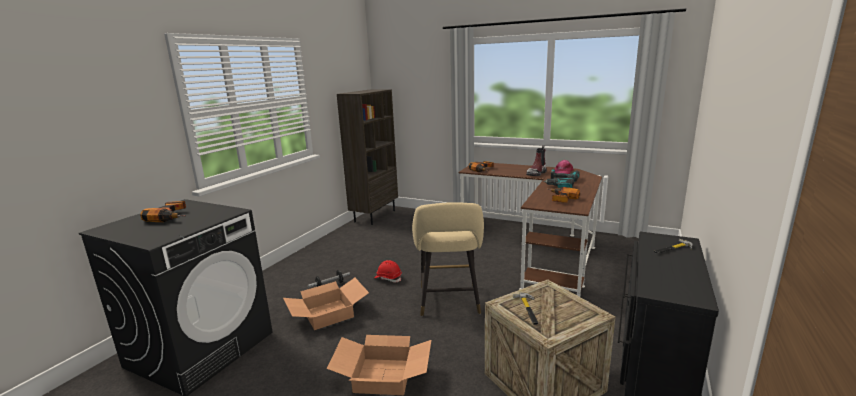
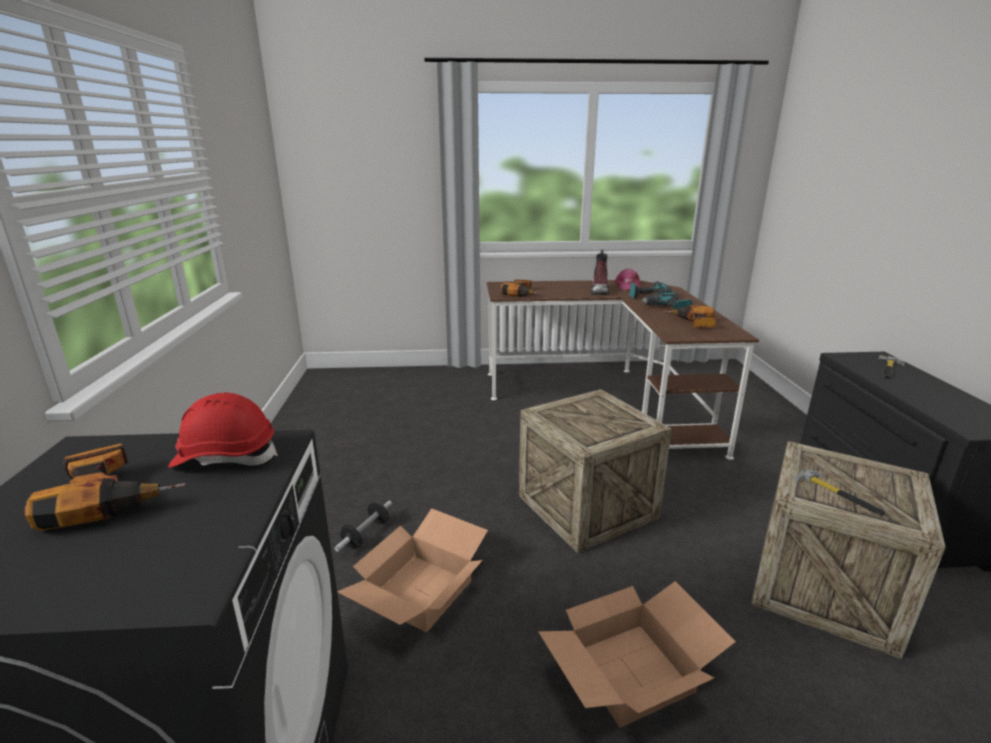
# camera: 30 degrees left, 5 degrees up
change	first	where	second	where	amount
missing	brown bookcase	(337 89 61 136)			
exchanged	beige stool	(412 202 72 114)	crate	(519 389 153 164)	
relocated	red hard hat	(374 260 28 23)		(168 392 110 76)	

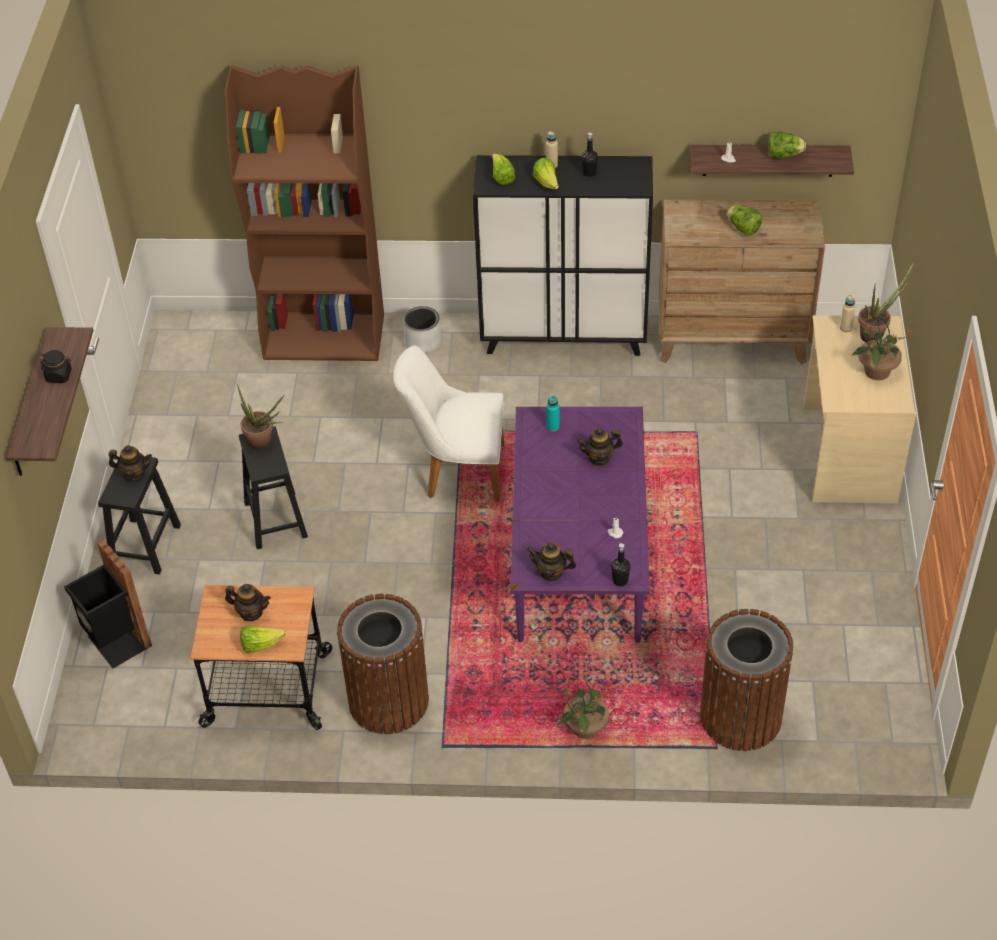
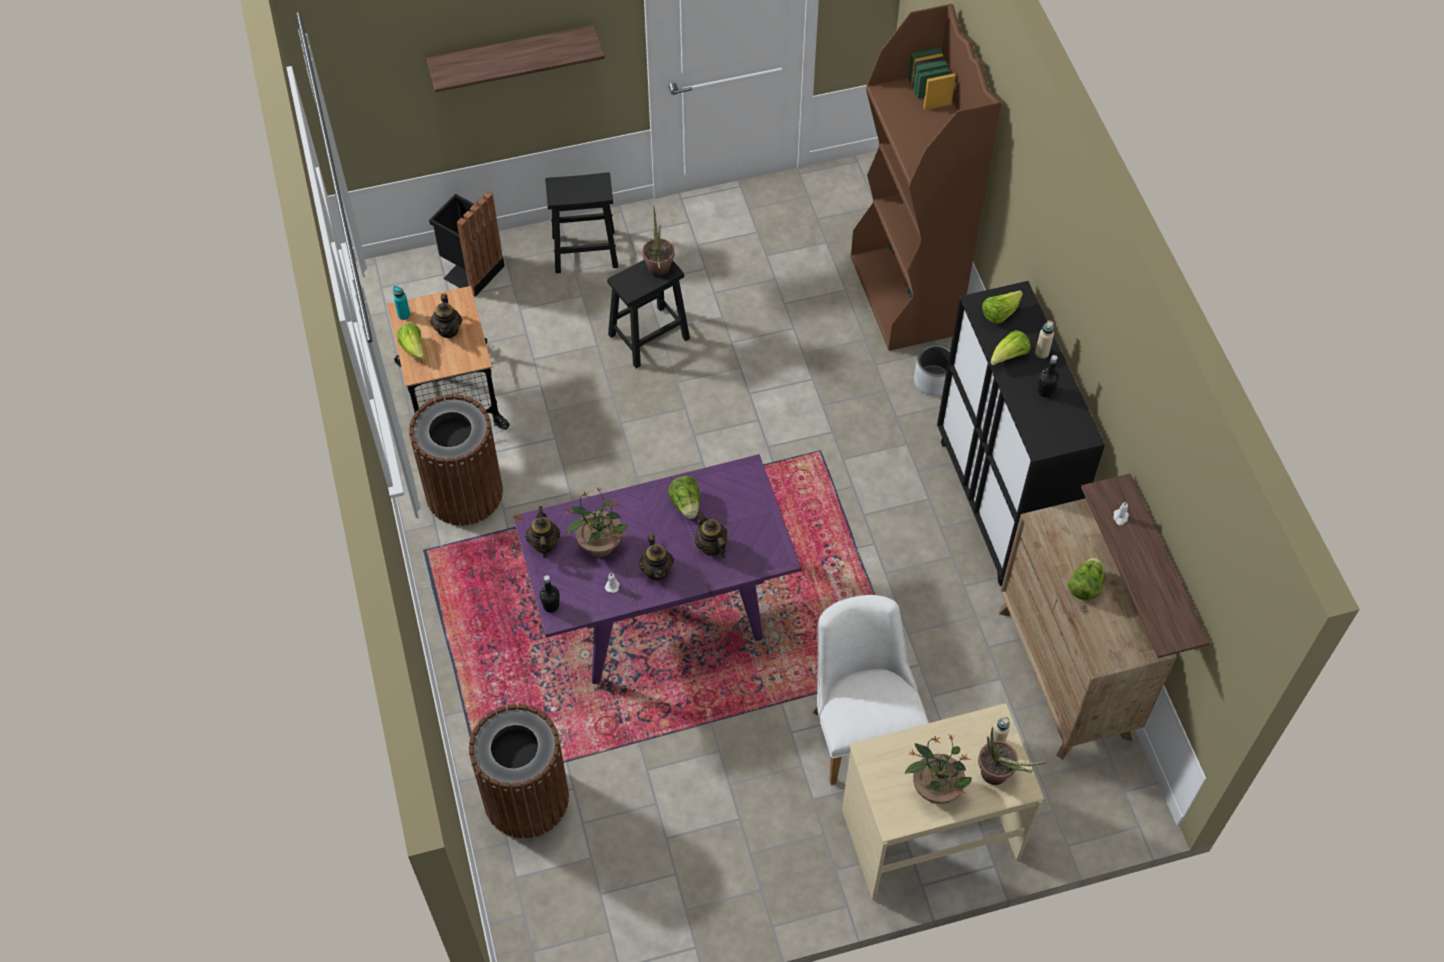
# camera: 70 degrees right, 10 degrees up
change	first	where	second	where	amount
relocated	lettuce	(768 132 38 27)		(668 476 32 43)	
relocated	white chair	(393 346 111 156)		(813 595 116 190)	
missing	black jar	(40 350 32 33)			
relocated	turquoise bottle	(547 396 13 35)		(393 286 17 34)	
relocated	teapot	(109 445 43 37)		(639 534 35 47)	
relocated	potted plant	(558 672 57 67)		(564 487 64 70)	

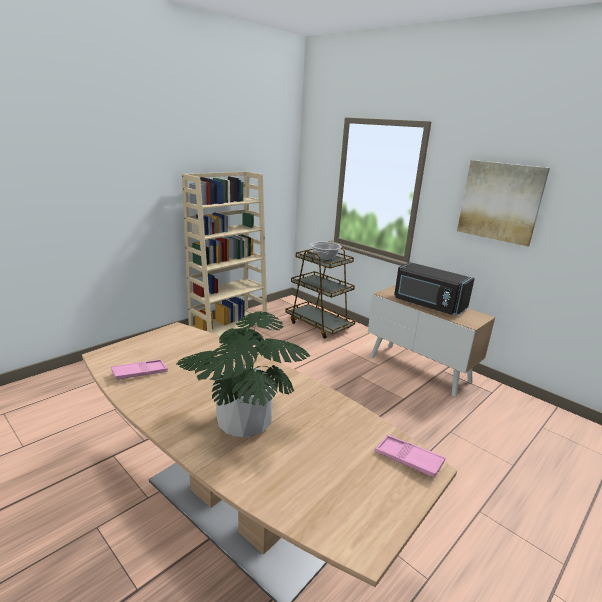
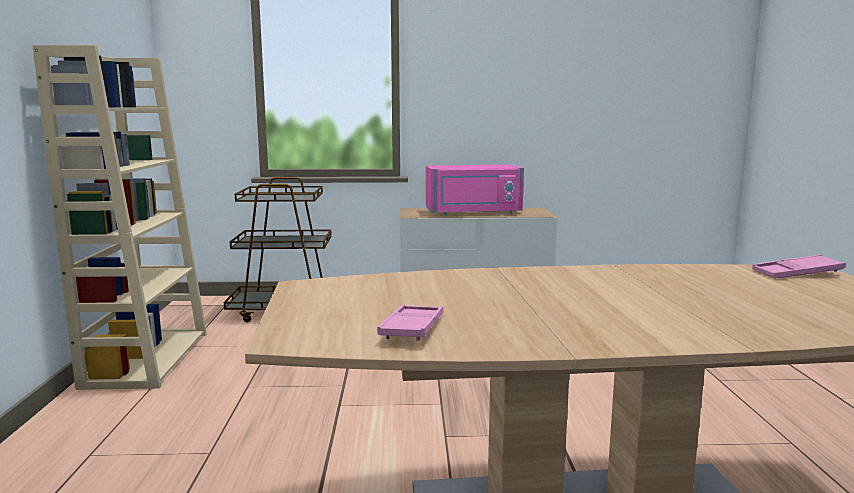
# camera: 45 degrees left, 10 degrees down
change	first	where	second	where	amount
missing	picture	(457 160 93 86)			
missing	cooking pot	(310 242 32 18)			
colour	black microwave	(394 262 81 53)	pink microwave	(426 165 98 50)	
missing	potted plant	(176 311 134 126)			

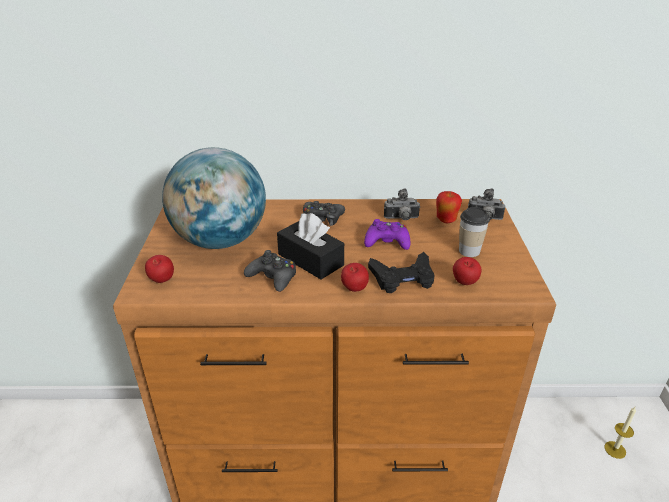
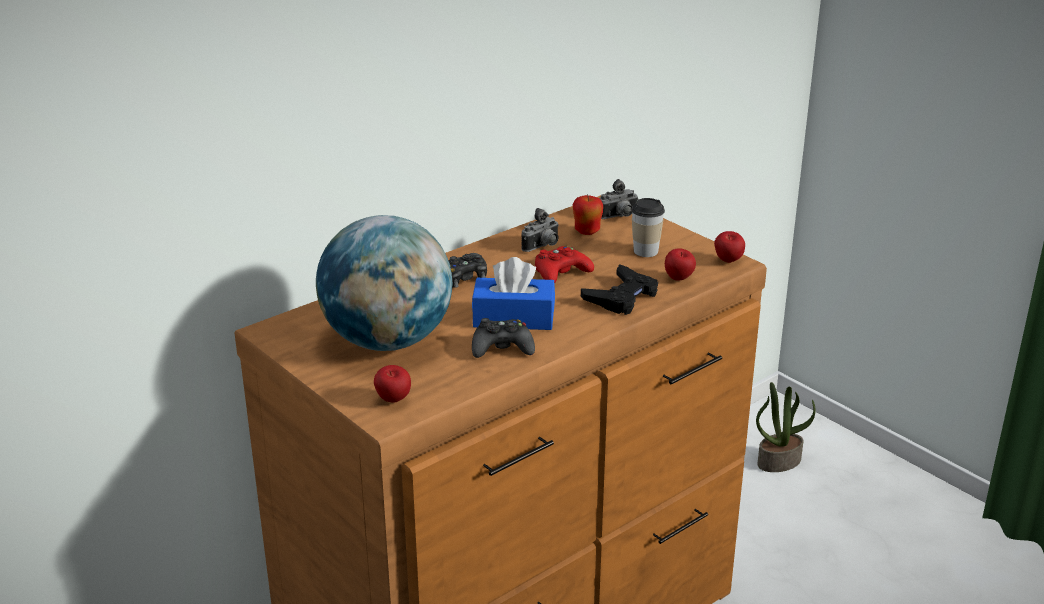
# camera: 40 degrees left, 5 degrees down
change	first	where	second	where	amount
colour	black tissue box	(277 213 67 66)	blue tissue box	(472 257 83 73)	
colour	purple game controller	(364 219 46 31)	red game controller	(535 245 59 38)	
relocated	apple	(341 263 28 29)		(714 231 31 32)	
exchanged	candle	(604 407 32 52)	potted plant	(756 382 59 90)	

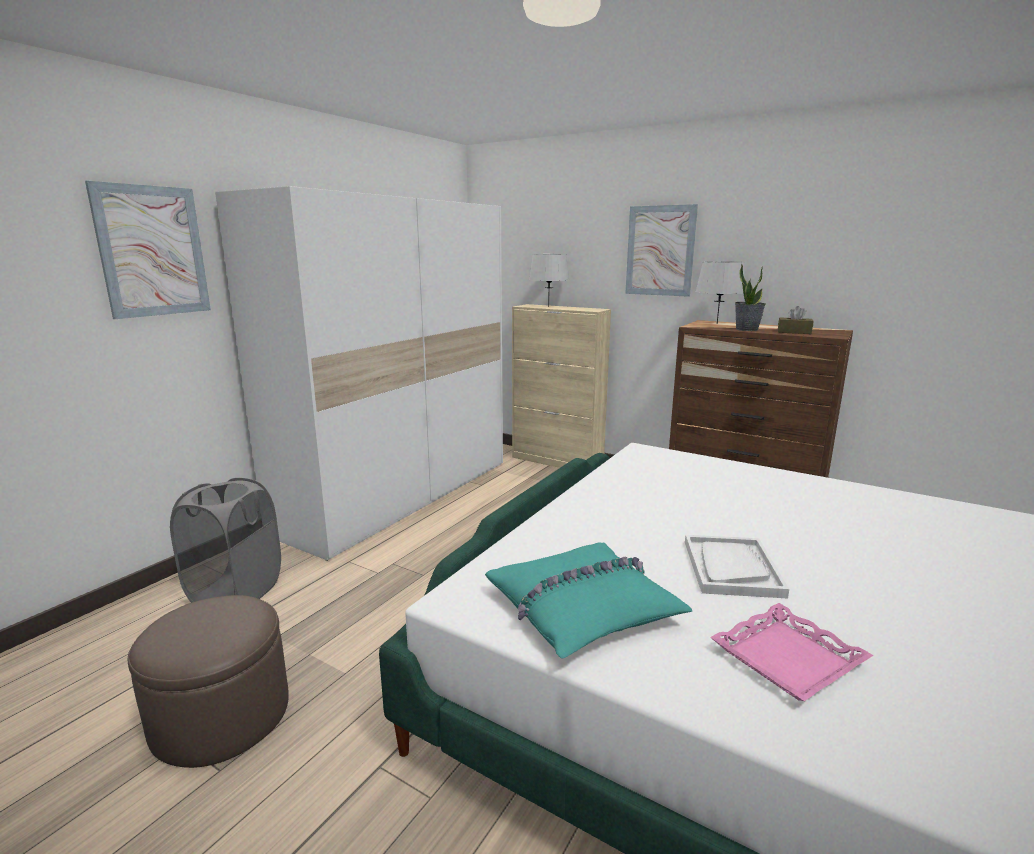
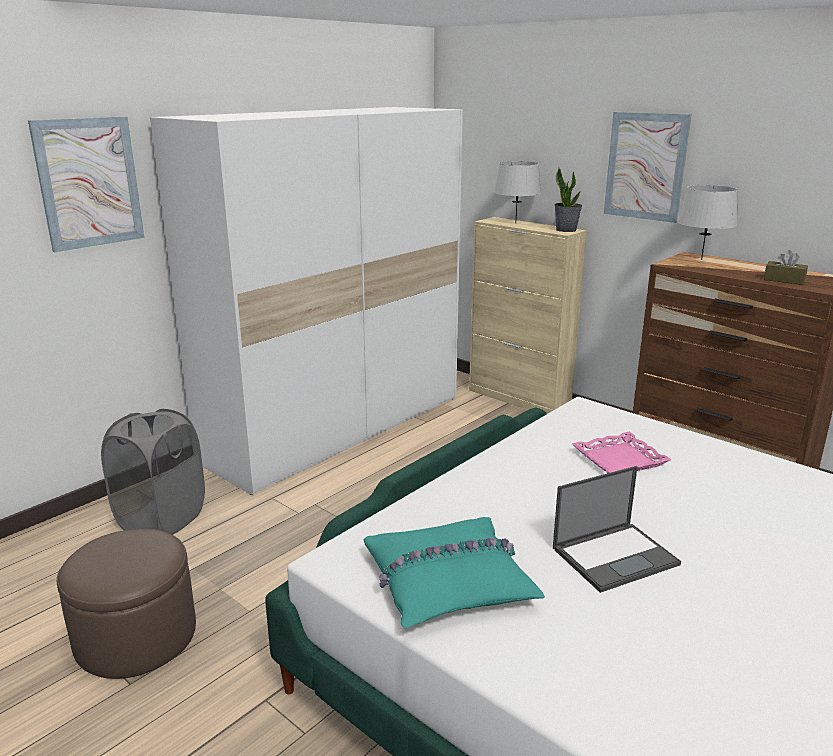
# camera: 10 degrees right, 5 degrees up
change	first	where	second	where	amount
relocated	potted plant	(735 264 31 67)		(554 167 28 65)	
exchanged	white tray	(685 535 104 64)	laptop	(553 466 128 127)	
relocated	pink tray	(710 603 163 98)		(572 432 99 41)	

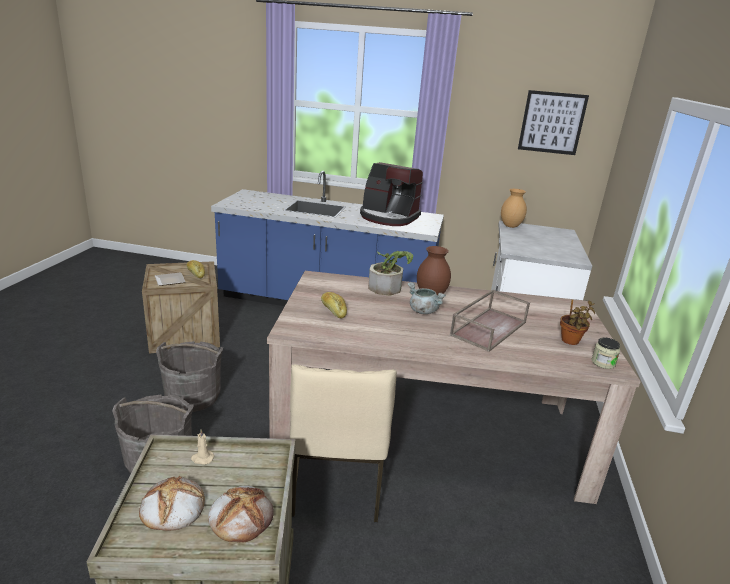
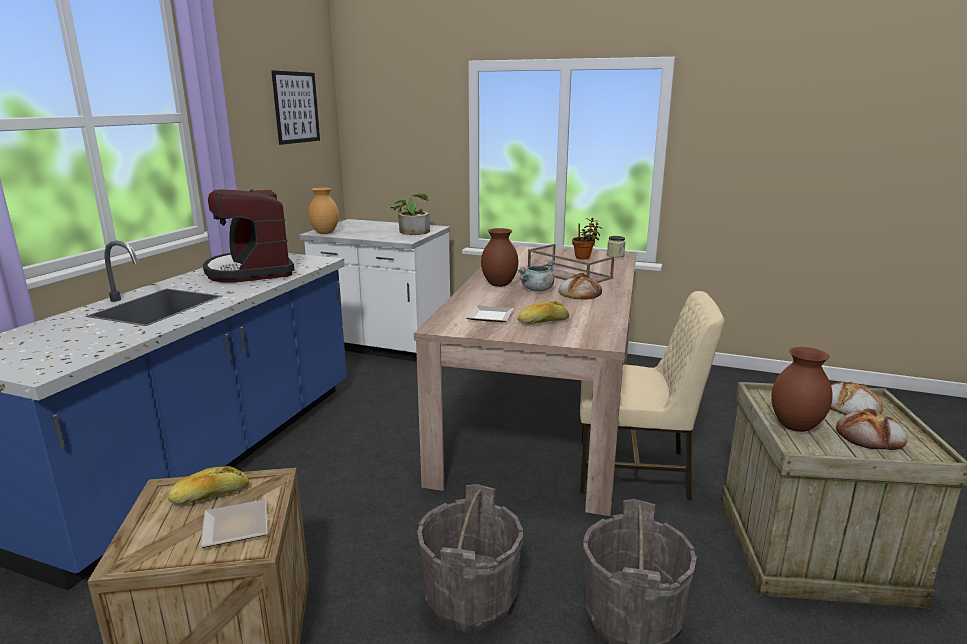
# camera: 80 degrees left, 5 degrees down
change	first	where	second	where	amount
spun	coffee machine	(360 162 63 64)		(203 189 91 94)	120 degrees clockwise
relocated	potted plant	(368 251 45 44)		(390 194 40 41)	
exchanged	beige candle	(191 429 23 36)	brown vase	(771 347 61 85)	
appeared			bread	(559 273 43 26)	
appeared			plate	(467 306 46 16)	

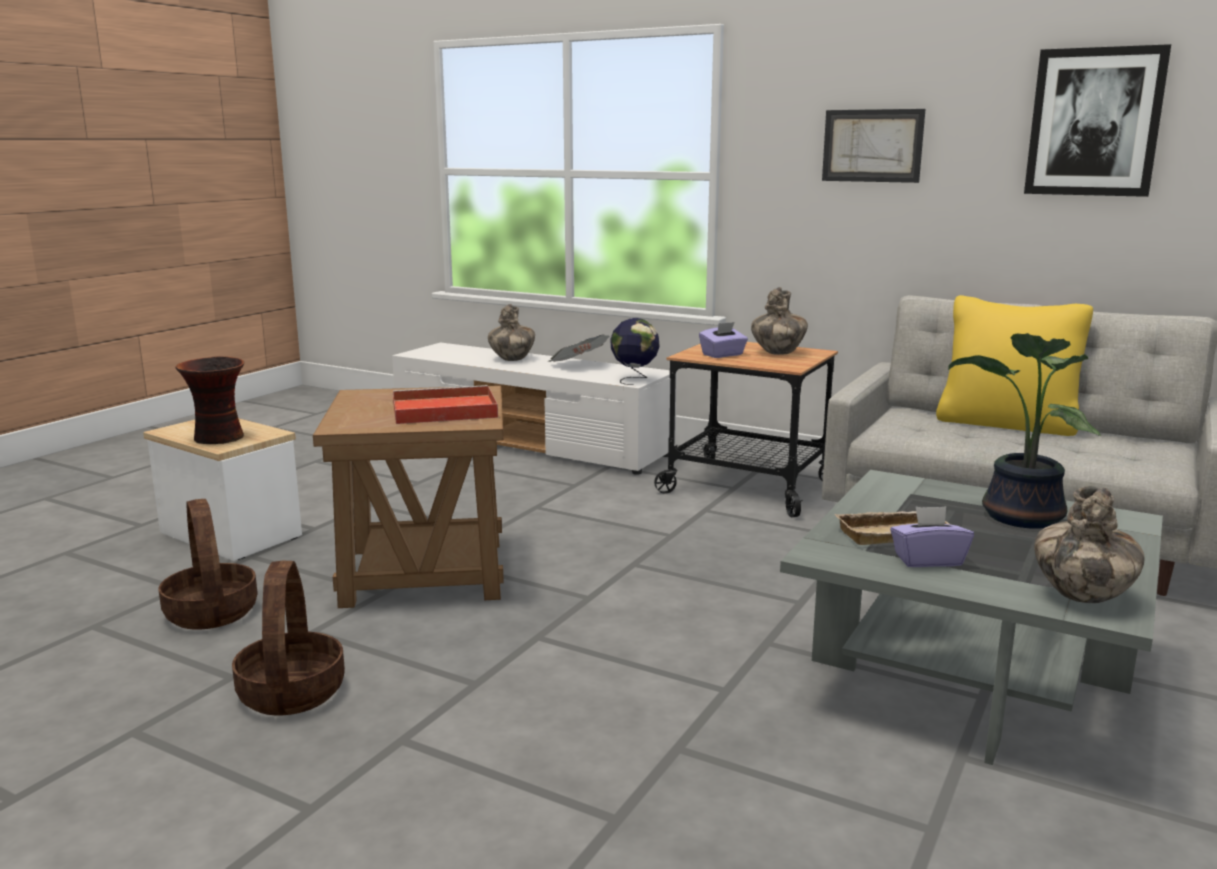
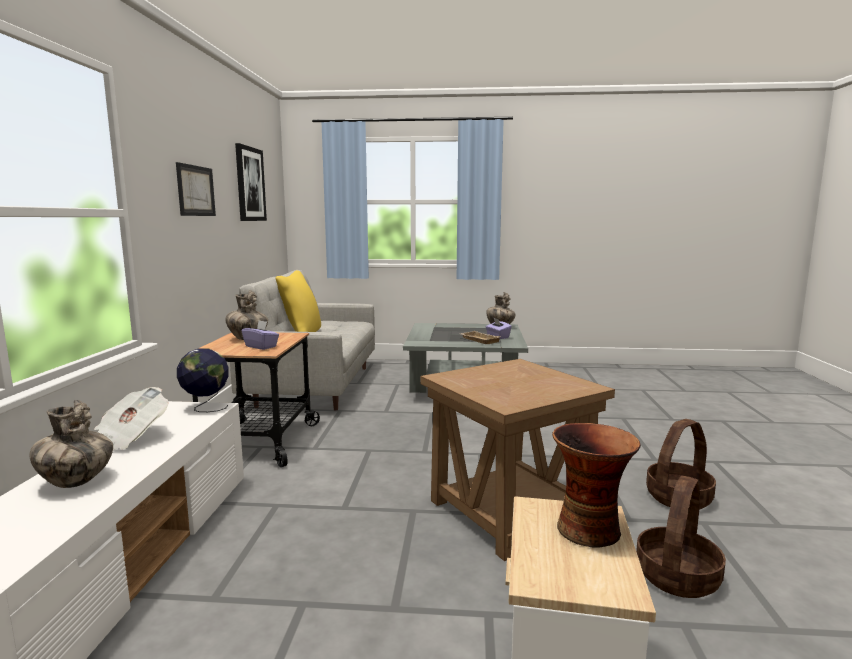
# camera: 115 degrees left, 5 degrees down
change	first	where	second	where	amount
missing	potted plant	(948 333 153 196)			
missing	red tray	(393 385 105 39)			

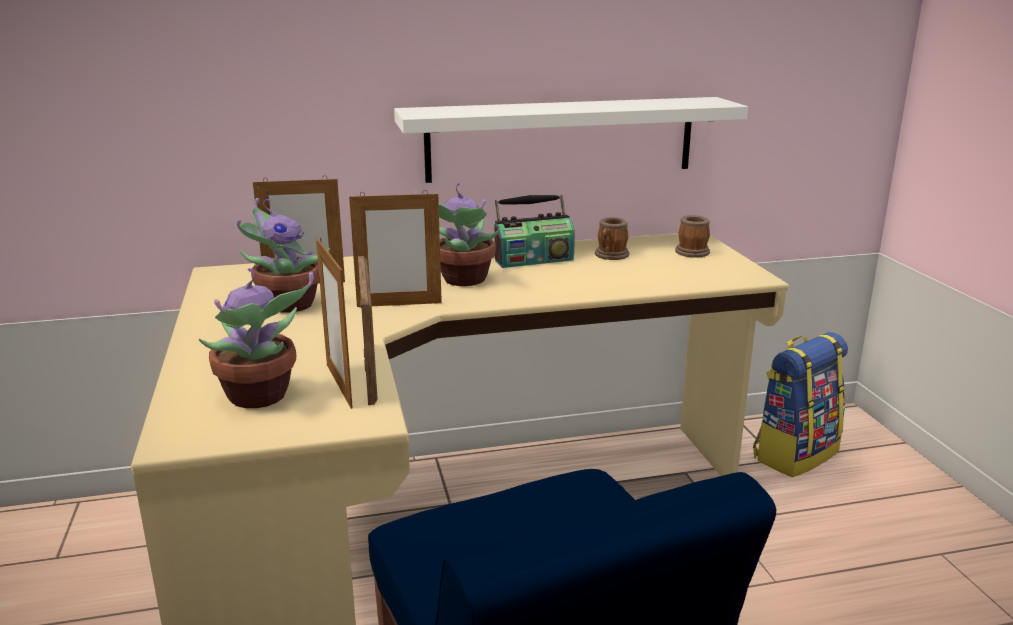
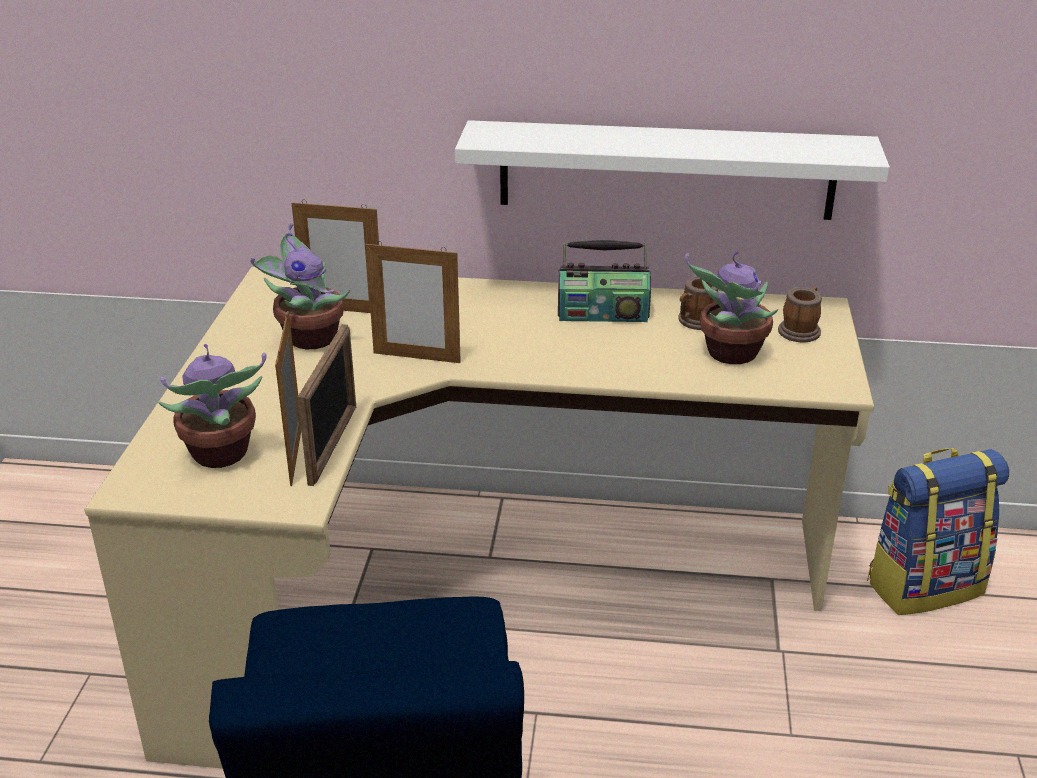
# camera: 20 degrees right, 10 degrees up
change	first	where	second	where	amount
relocated	potted plant	(414 183 87 103)		(685 251 93 113)	

